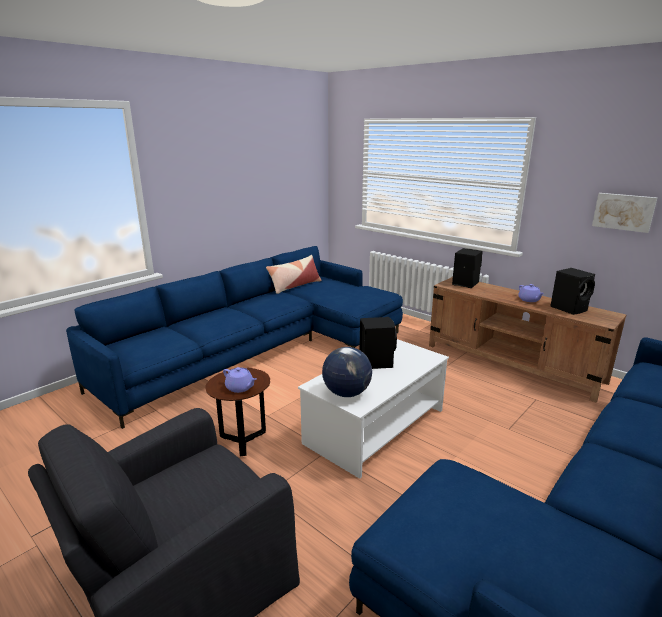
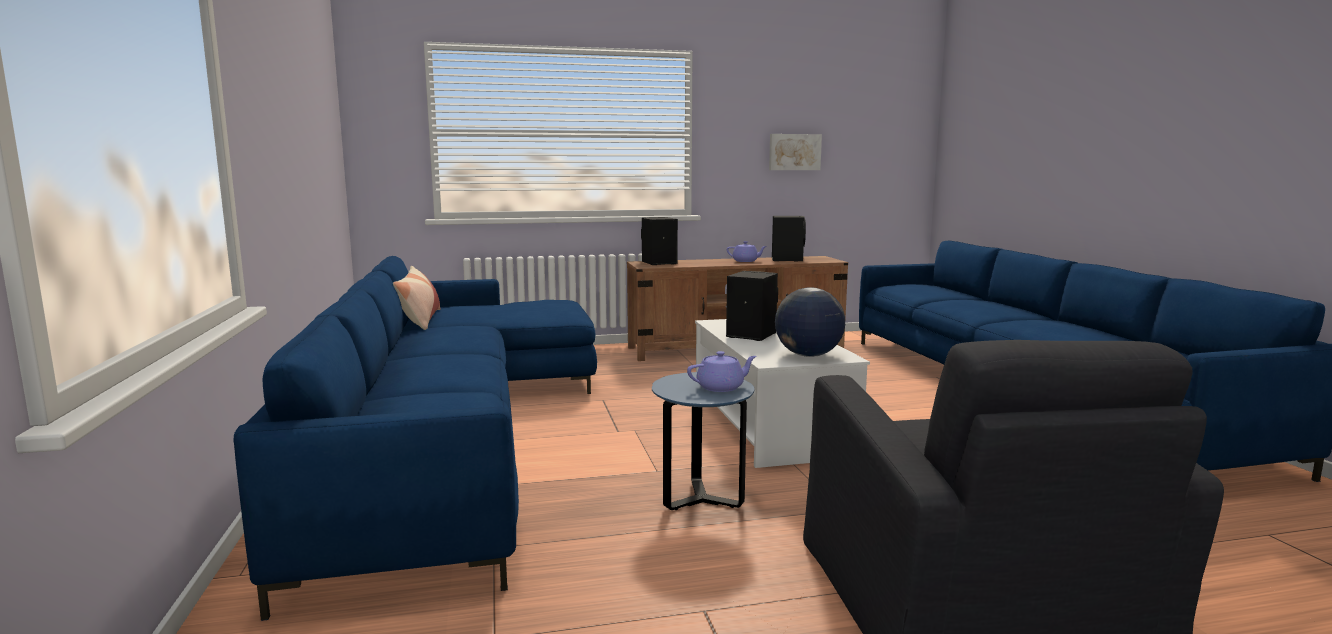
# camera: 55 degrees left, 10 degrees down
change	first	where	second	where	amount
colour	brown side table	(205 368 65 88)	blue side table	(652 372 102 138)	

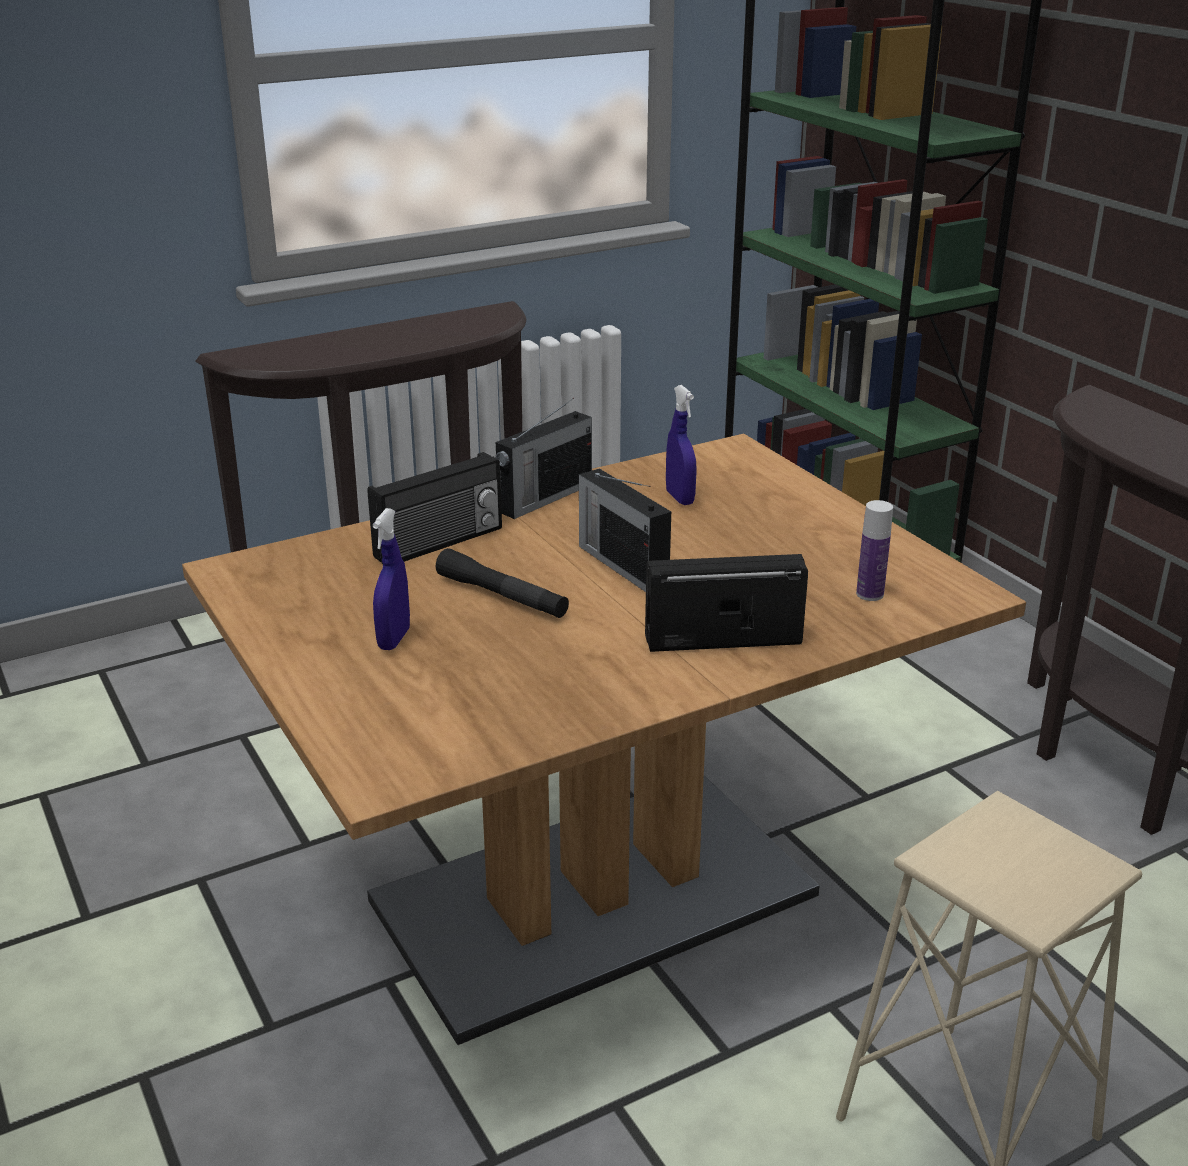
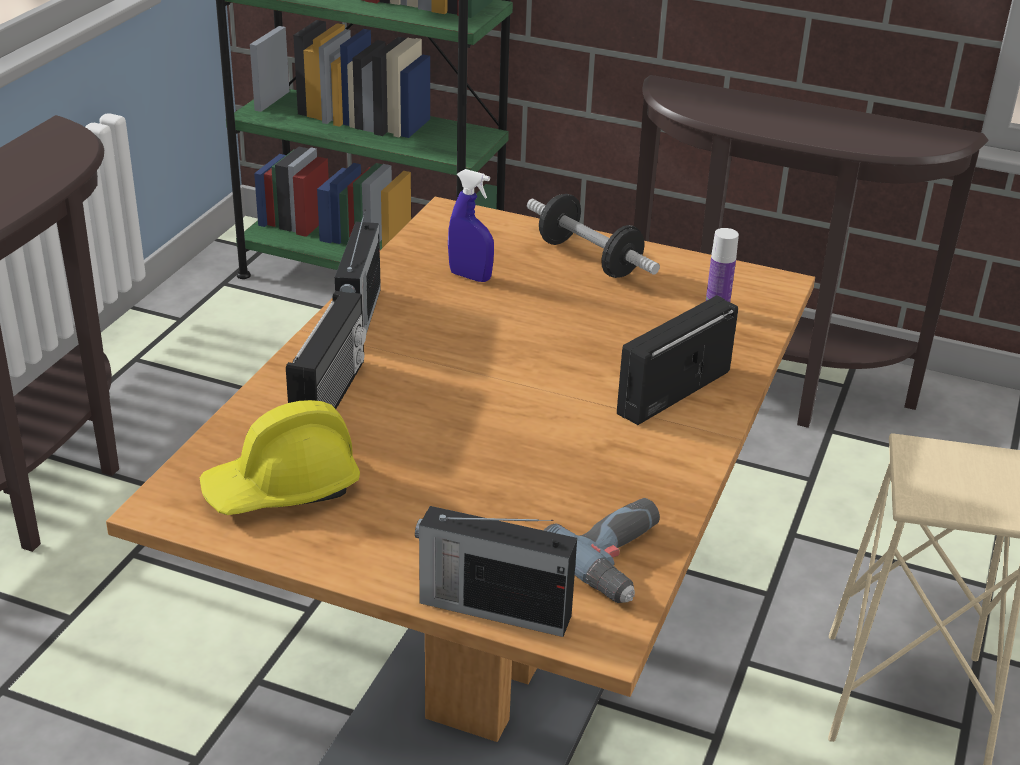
# camera: 40 degrees left, 5 degrees up
change	first	where	second	where	amount
relocated	radio	(579 468 92 124)		(415 506 162 131)	
missing	blue spray bottle	(373 508 37 142)			
missing	black flashlight	(436 548 133 70)			
appeared			dumbbell	(527 194 133 84)	
appeared			yellow hard hat	(200 400 160 115)	
appeared			power drill	(544 498 116 105)	

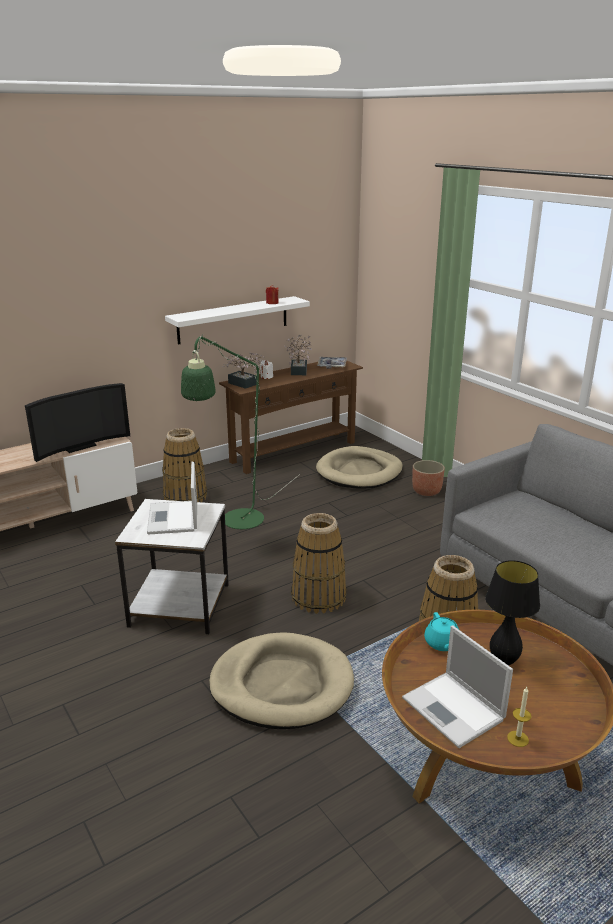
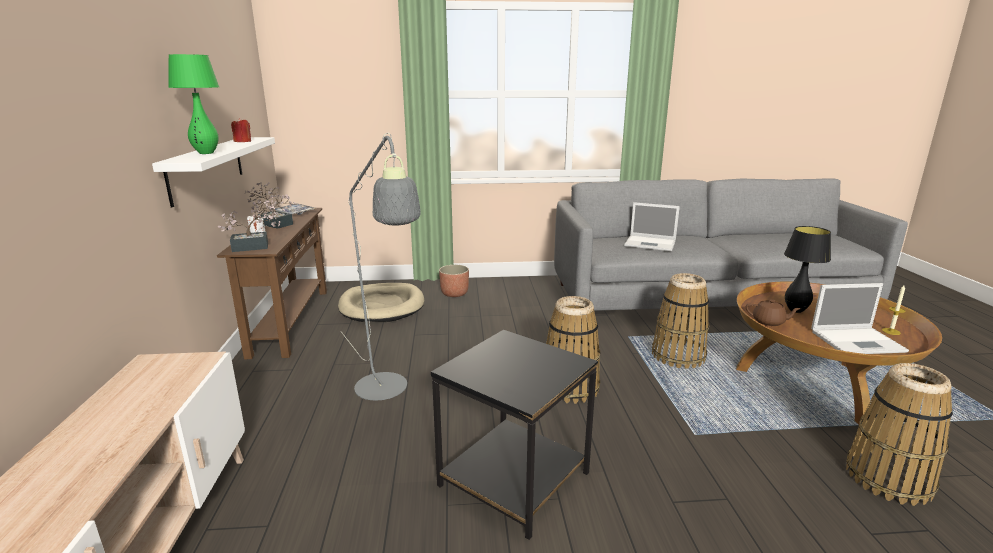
# camera: 60 degrees left, 5 degrees down
change	first	where	second	where	amount
colour	green floor lamp	(181 334 119 195)	grey floor lamp	(341 133 80 268)	
missing	television	(25 383 105 79)			
relocated	basket	(162 428 45 74)		(846 363 107 143)	
relocated	laptop	(147 462 50 73)		(624 202 56 49)	
colour	white side table	(115 499 114 135)	black side table	(431 330 167 210)	
colour	turquoise teapot	(424 612 35 39)	brown teapot	(746 299 55 27)	
missing	beige dog bed	(209 632 145 97)			
appeared			green table lamp	(168 54 51 100)	

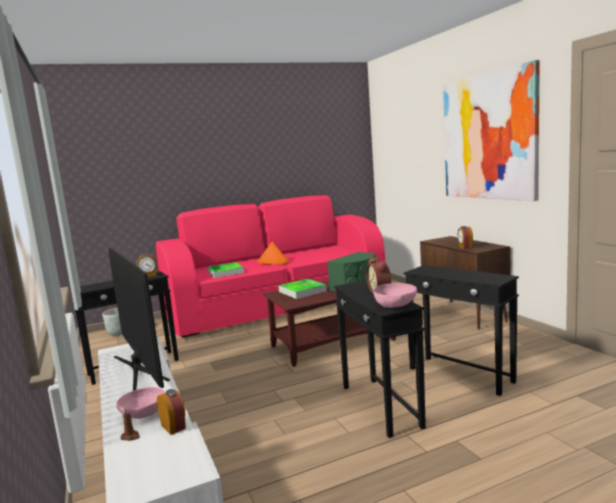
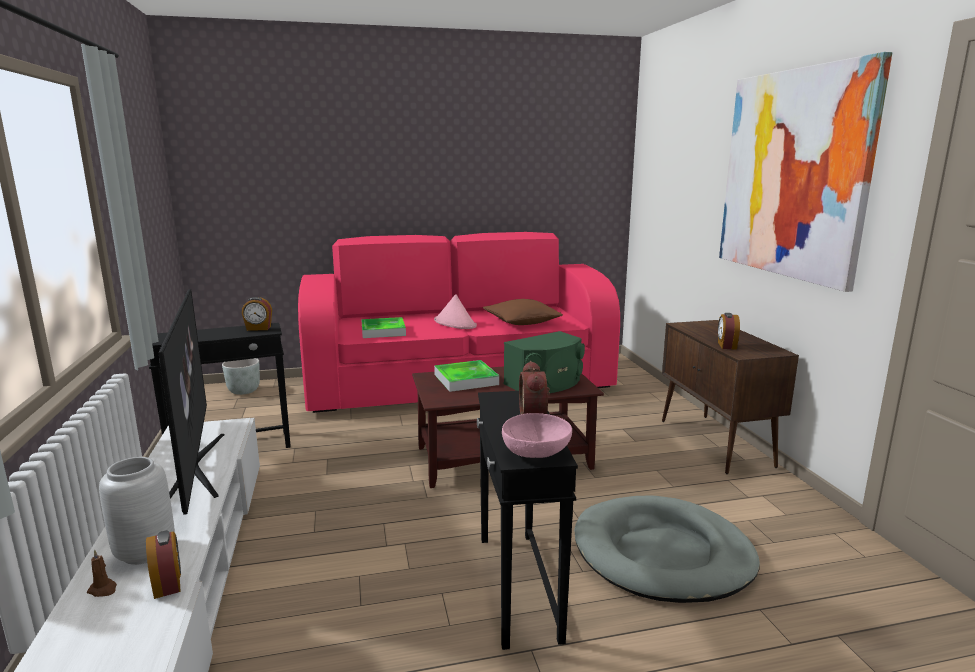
# camera: 10 degrees right, 5 degrees up
change	first	where	second	where	amount
colour	orange hat	(257 242 33 23)	pink hat	(434 294 43 35)	
exchanged	black side table	(404 265 115 131)	grey dog bed	(574 495 186 108)	
exchanged	pink bowl	(116 387 48 32)	grey vase	(99 457 76 108)	
appeared			brown pillow	(483 299 80 26)	

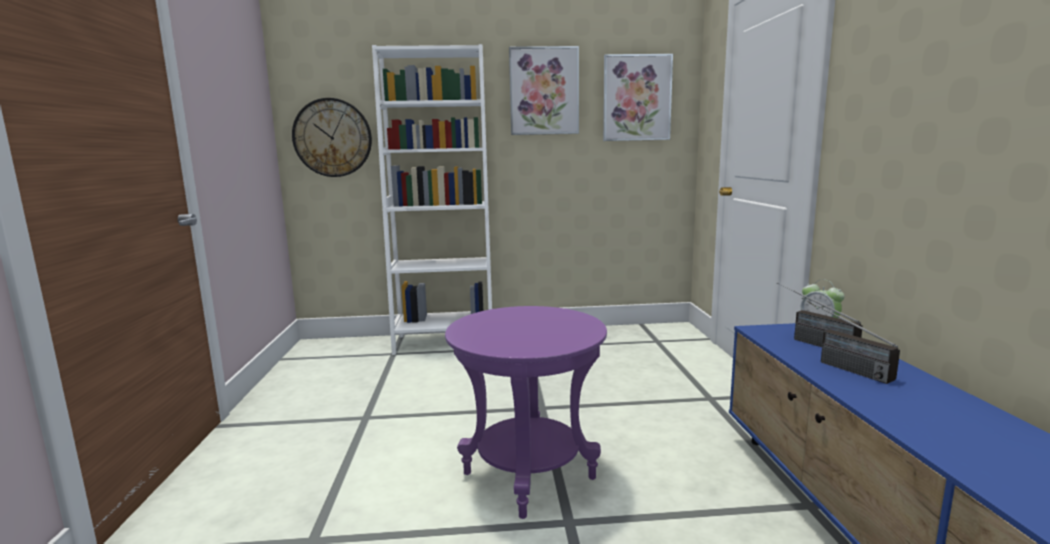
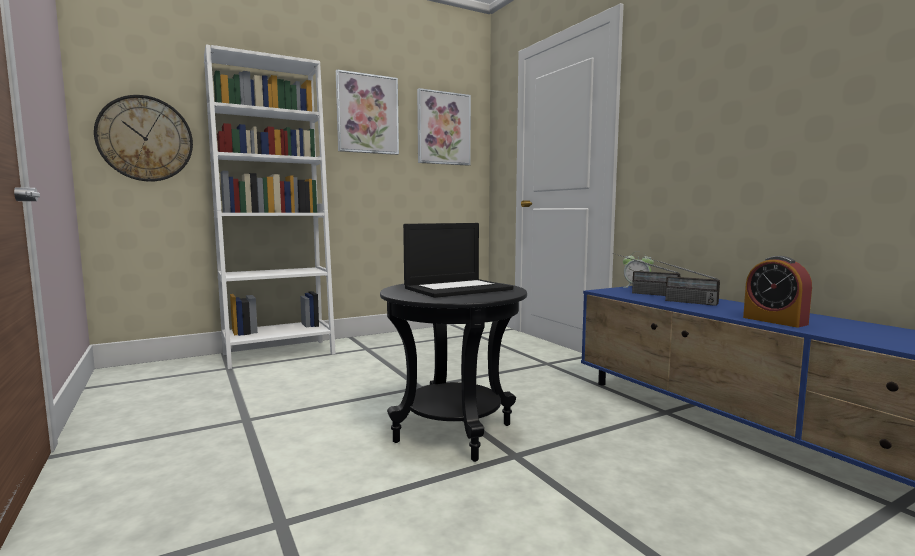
# camera: 25 degrees left, 5 degrees down
change	first	where	second	where	amount
colour	purple side table	(445 306 162 213)	black side table	(380 283 147 179)	
appeared			laptop	(403 223 110 75)	
appeared			alarm clock	(743 256 69 71)	

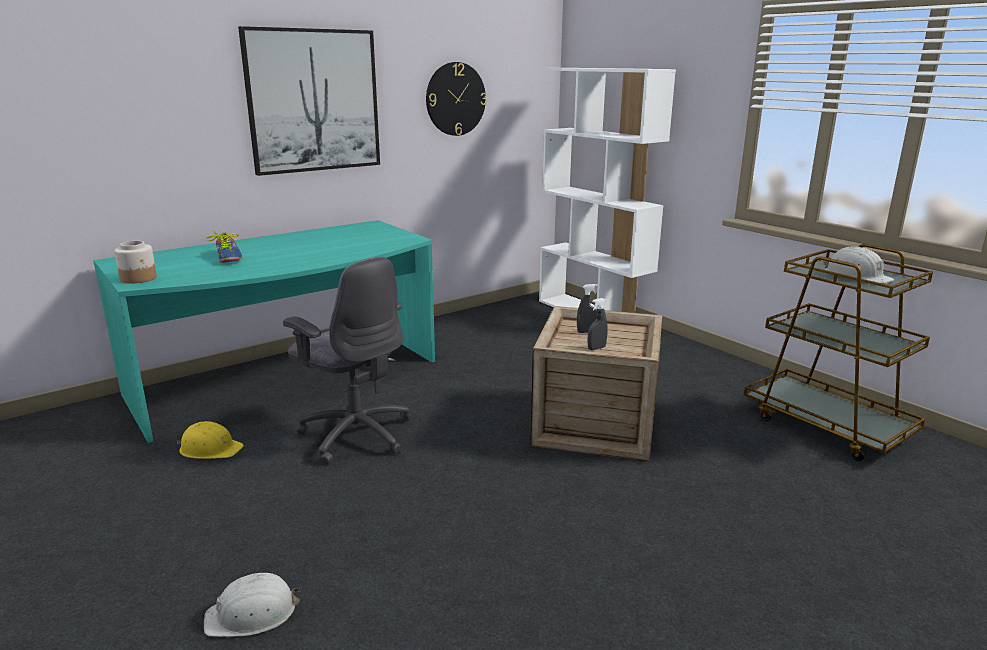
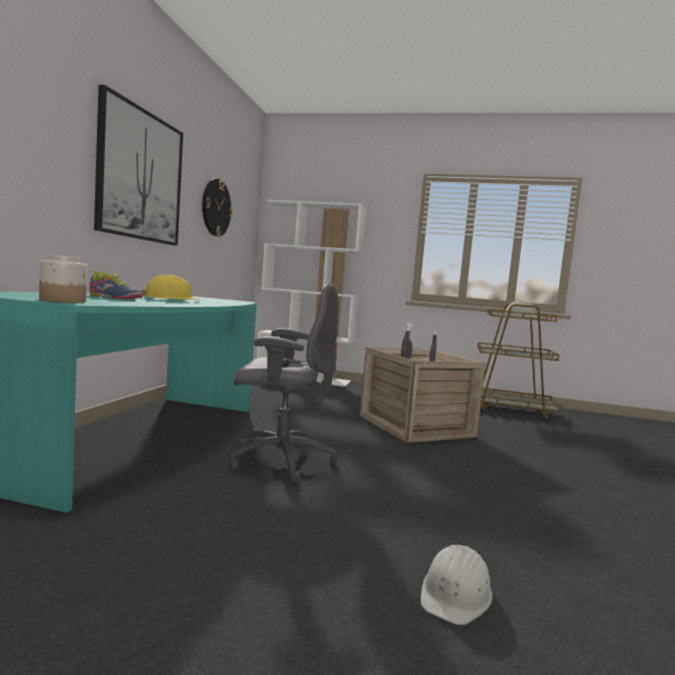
# camera: 40 degrees left, 15 degrees down
change	first	where	second	where	amount
relocated	yellow hard hat	(177 421 67 38)		(140 274 59 26)	

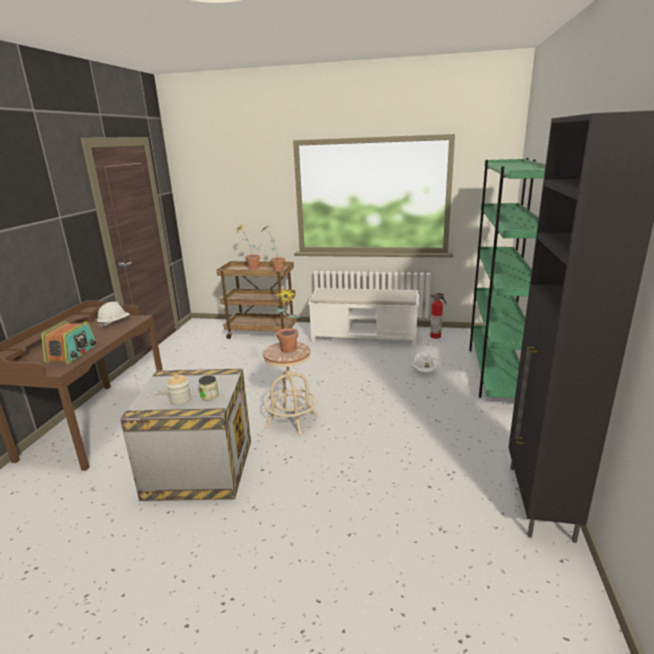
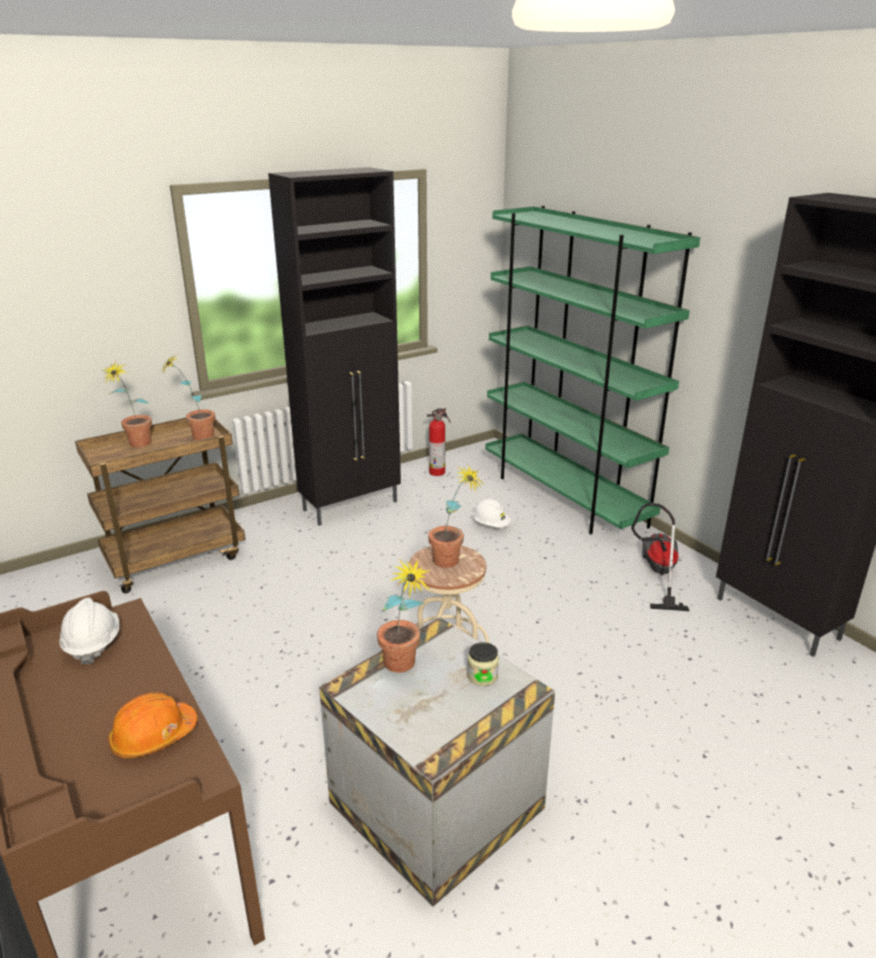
# camera: 45 degrees left, 5 degrees up
change	first	where	second	where	amount
exchanged	white bench	(308 288 111 59)	black cabinet	(268 167 133 359)	
exchanged	radio	(42 321 55 43)	orange hard hat	(108 692 90 66)	
missing	jar	(167 374 24 31)			
appeared			vacuum cleaner	(631 503 59 108)	
appeared			potted plant	(377 559 54 114)	

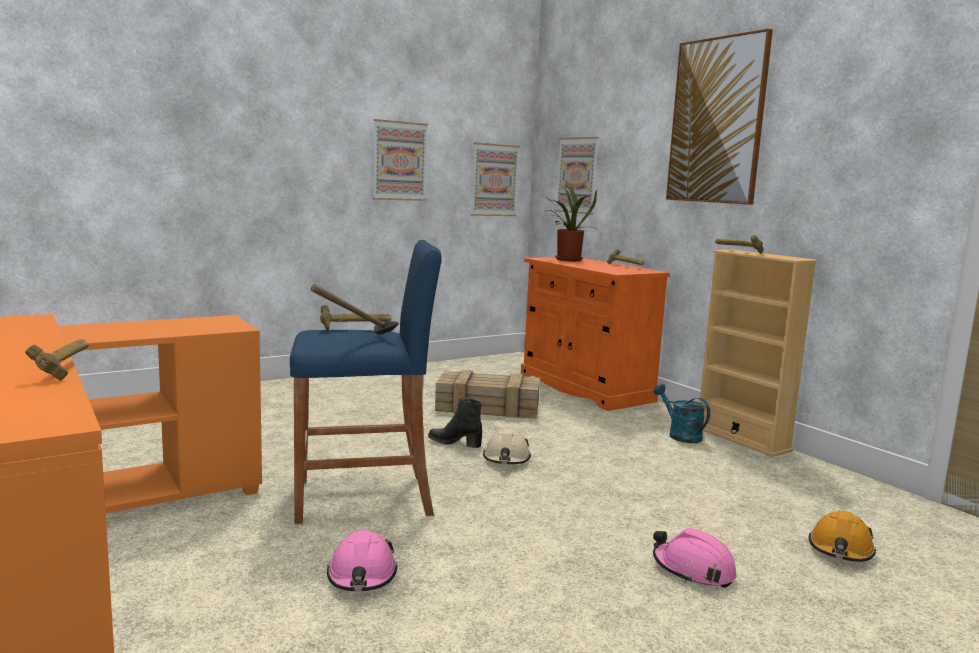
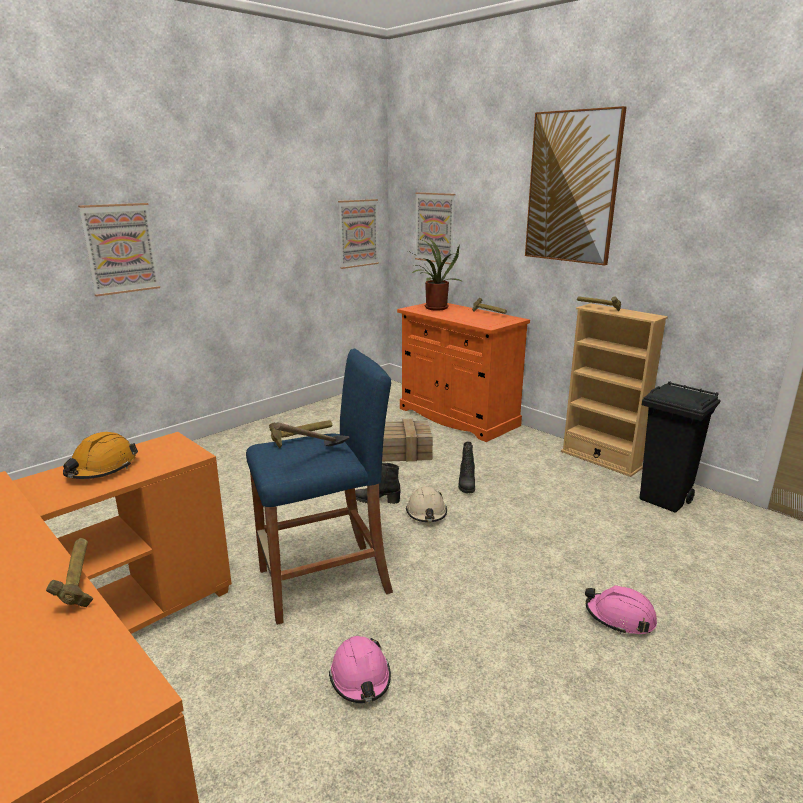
# camera: 10 degrees left, 10 degrees up
change	first	where	second	where	amount
relocated	picture	(373 119 55 82)		(78 203 82 94)	
missing	turquoise watering can	(654 384 56 59)			
relocated	orange hard hat	(809 511 67 51)		(63 432 75 47)	
appeared			black trash can	(639 381 82 132)	
appeared			black boot	(458 442 17 52)	

